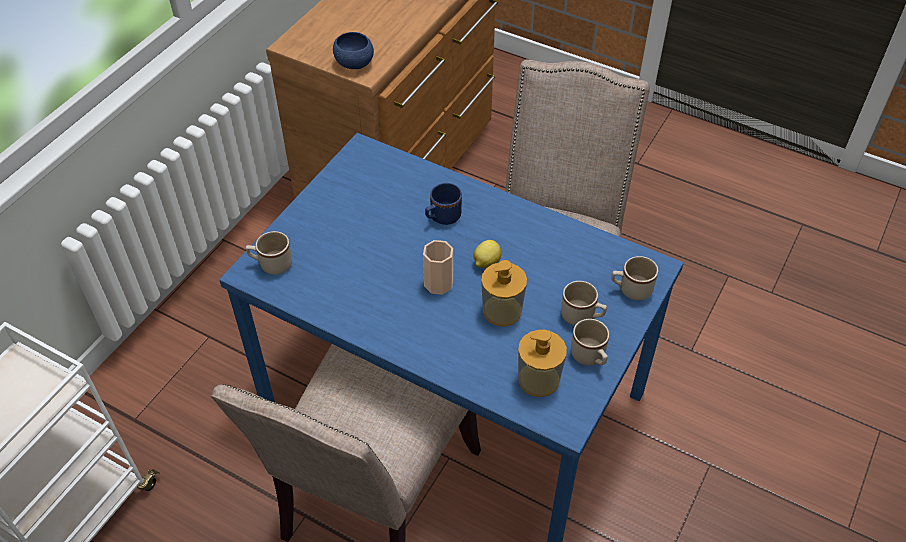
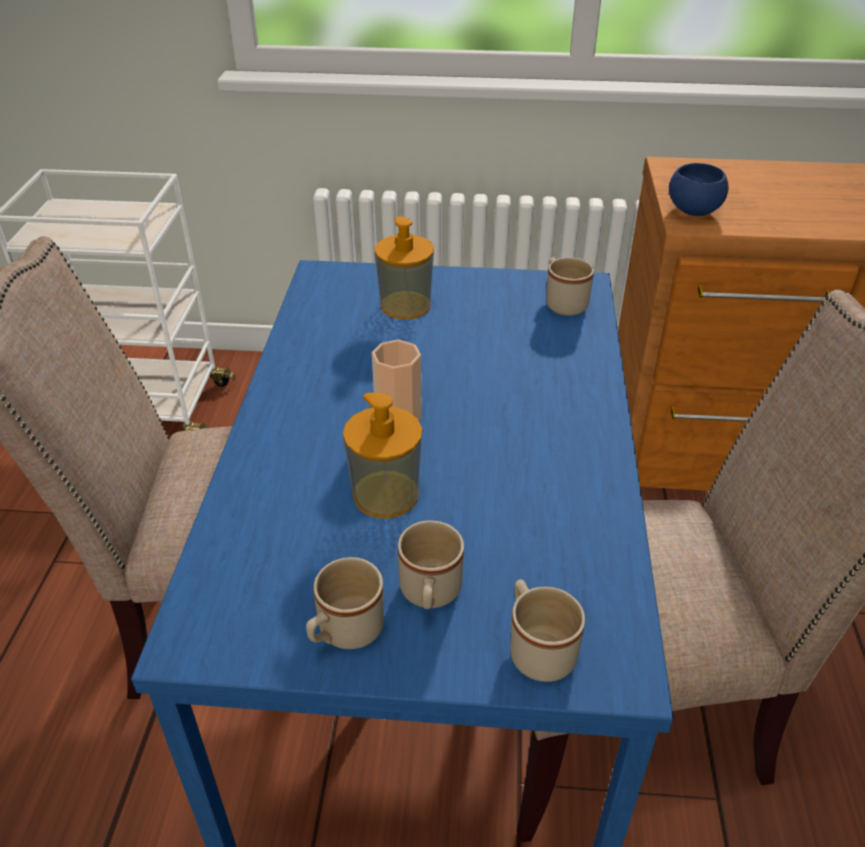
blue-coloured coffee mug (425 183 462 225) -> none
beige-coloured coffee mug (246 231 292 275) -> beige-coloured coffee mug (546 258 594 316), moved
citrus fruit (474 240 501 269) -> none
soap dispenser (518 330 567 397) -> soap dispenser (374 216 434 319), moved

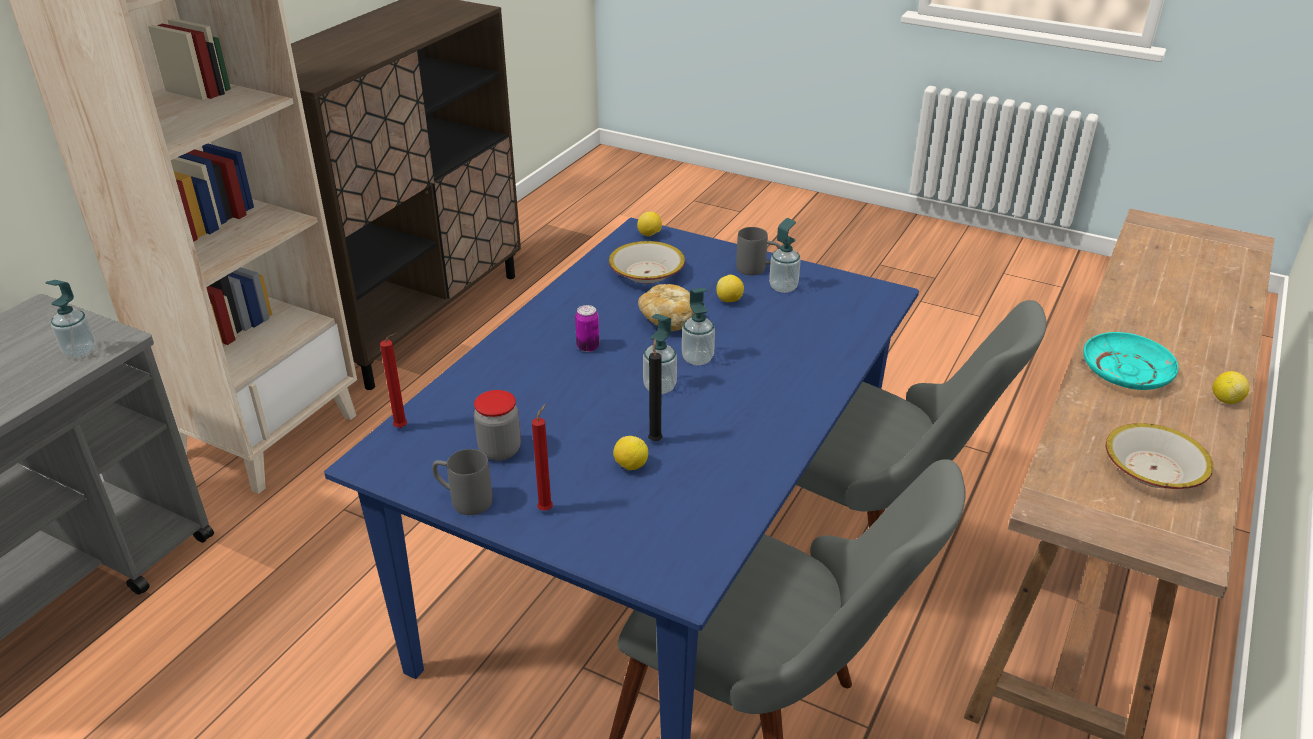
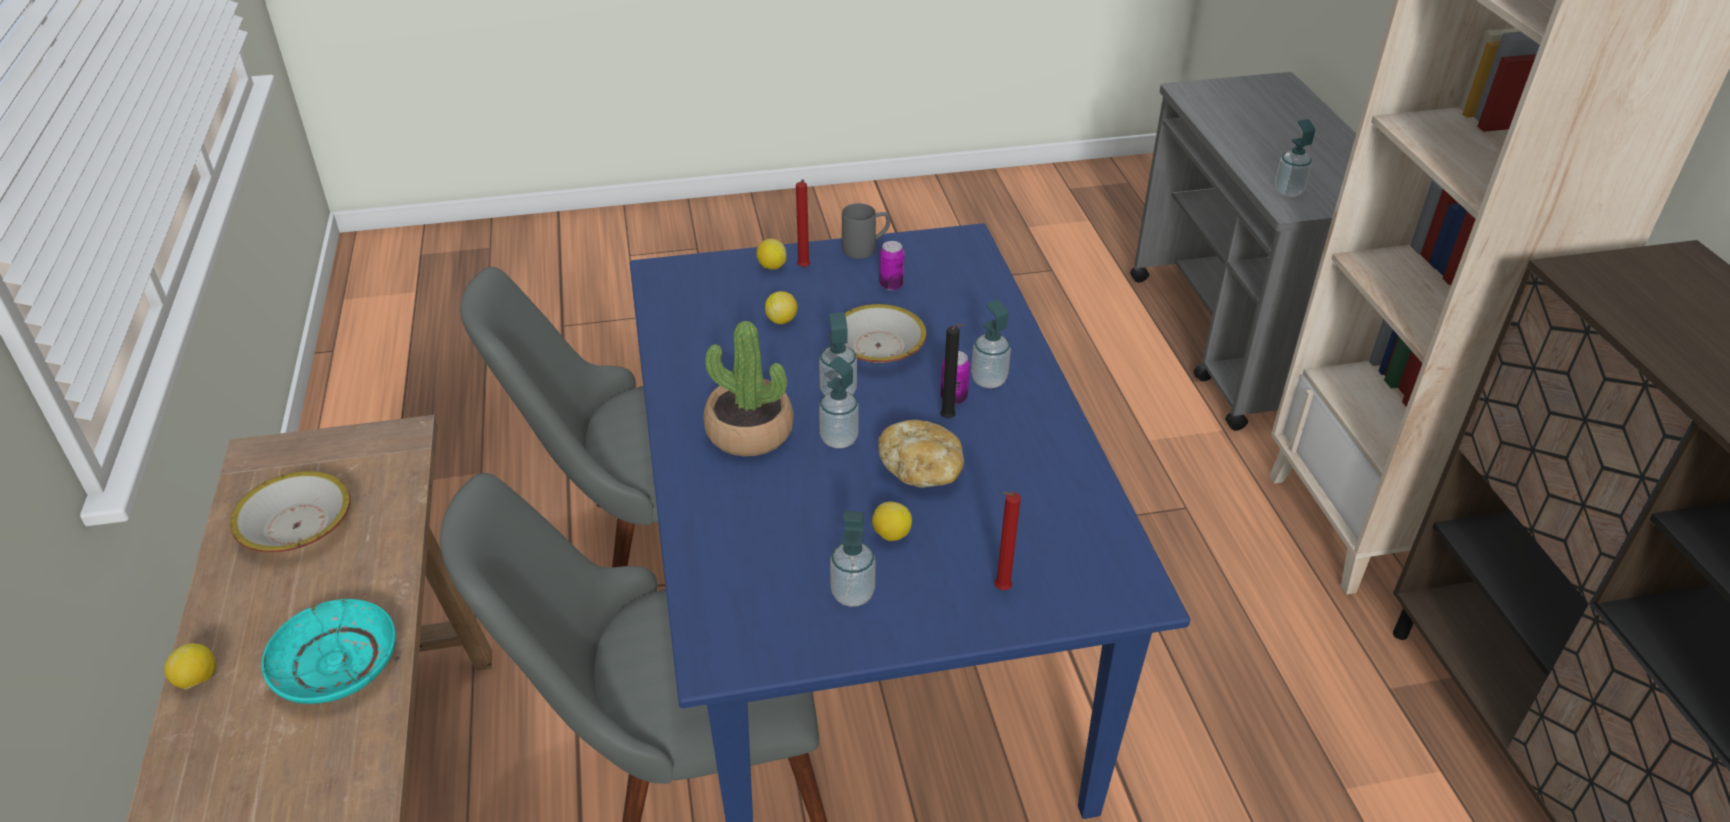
citrus fruit (637 212 662 236) -> citrus fruit (756 238 787 270), moved
greyish coffee mug (736 227 781 275) -> none
serving bowl (609 241 685 284) -> serving bowl (845 304 927 363), moved
reddish candle (380 333 407 428) -> reddish candle (995 492 1021 590), moved
black candle (648 339 663 441) -> black candle (940 324 964 418), moved
storage jar (474 390 521 461) -> can (879 241 905 290)
none -> soap dispenser (971 300 1011 388)
none -> plant in a pot (703 321 794 456)

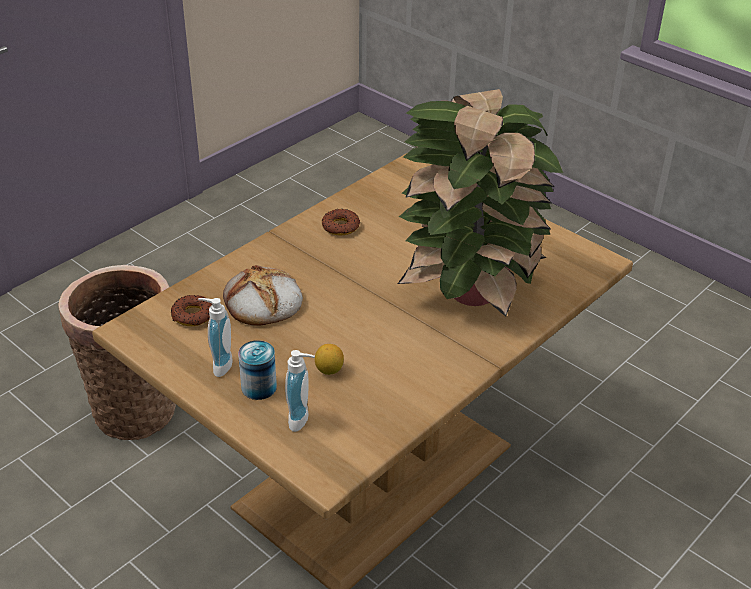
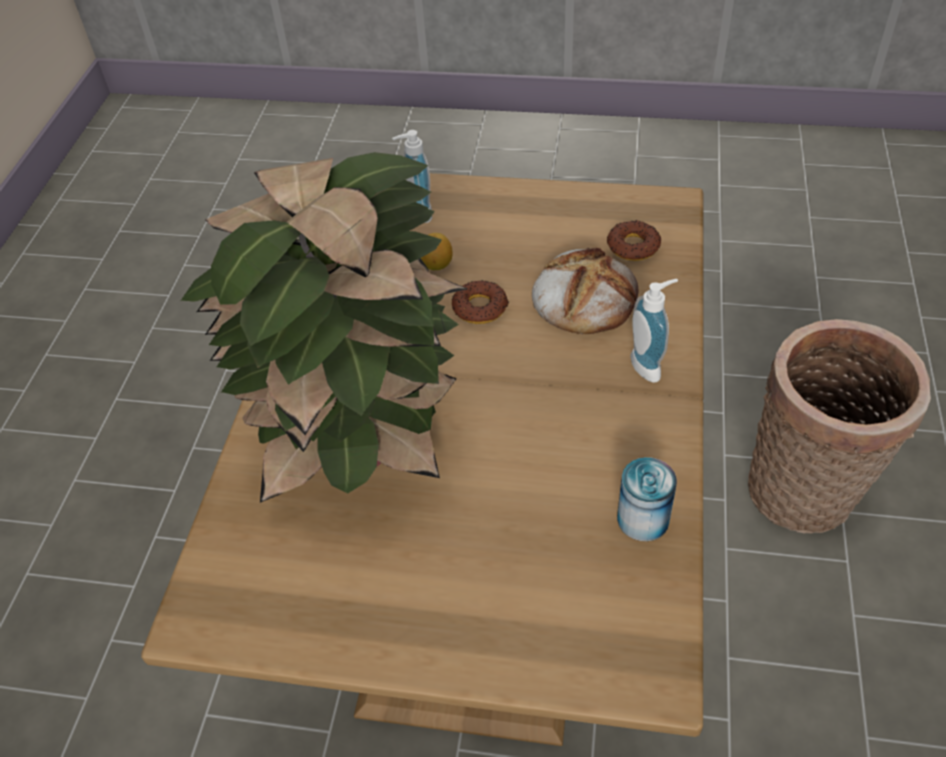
donut (322 209 360 235) -> donut (452 280 509 324), moved
soap dispenser (198 298 233 377) -> soap dispenser (630 279 678 383), moved
can (238 340 277 400) -> can (617 457 677 541), moved

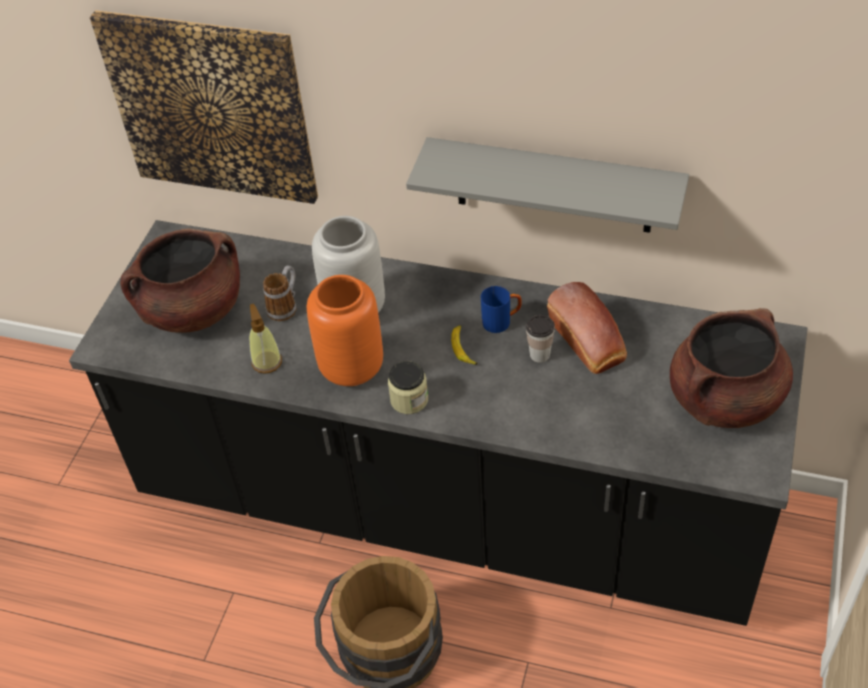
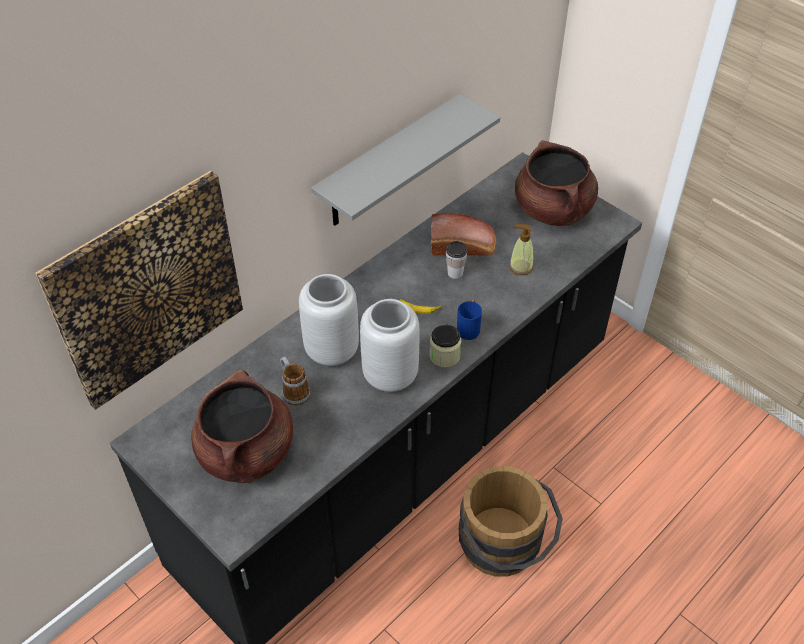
orange vase (307 275 383 386) -> greyish vase (360 299 419 392)
blue-coloured coffee mug (481 286 522 333) -> blue-coloured coffee mug (457 299 482 340), moved
soap dispenser (249 304 282 374) -> soap dispenser (509 224 533 275), moved

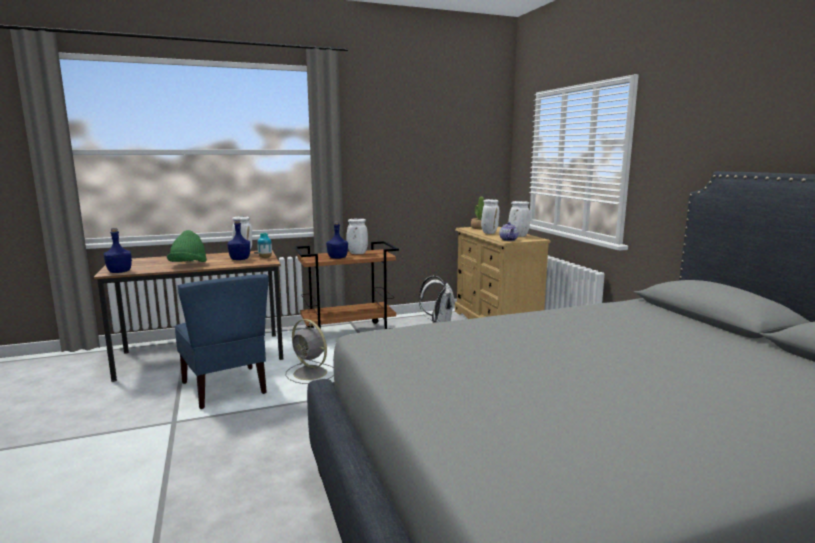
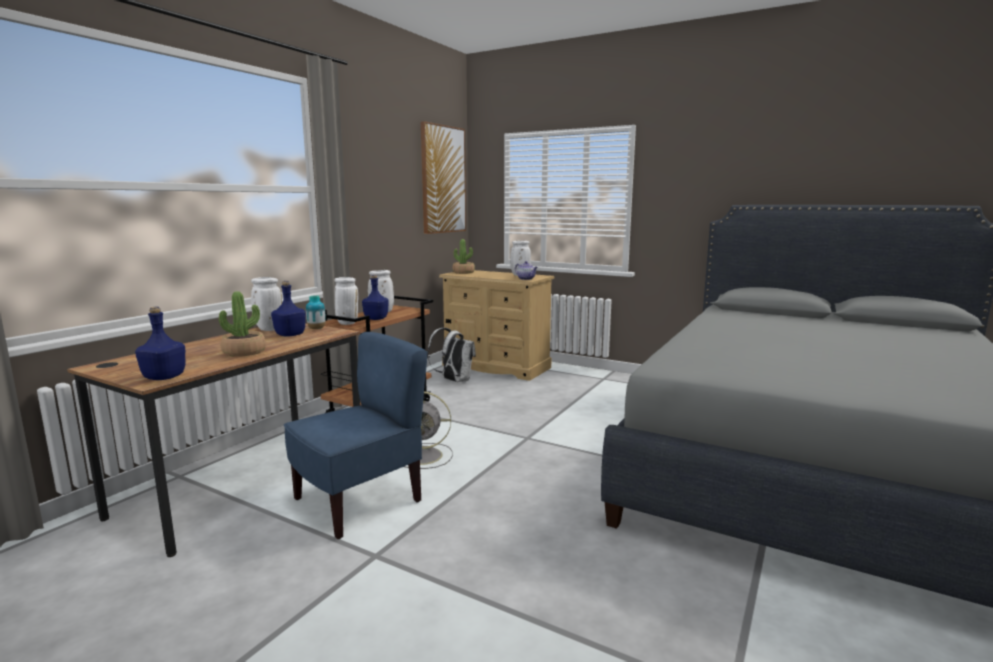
white-coloured vase (481 199 499 234) -> white-coloured vase (334 277 358 325), moved
green-coloured clothing hat (167 230 207 262) -> plant in a pot (219 291 266 357)
blue-coloured chair (174 274 268 409) -> blue-coloured chair (284 332 427 539), 60 degrees counterclockwise
none -> wall picture (421 121 466 234)

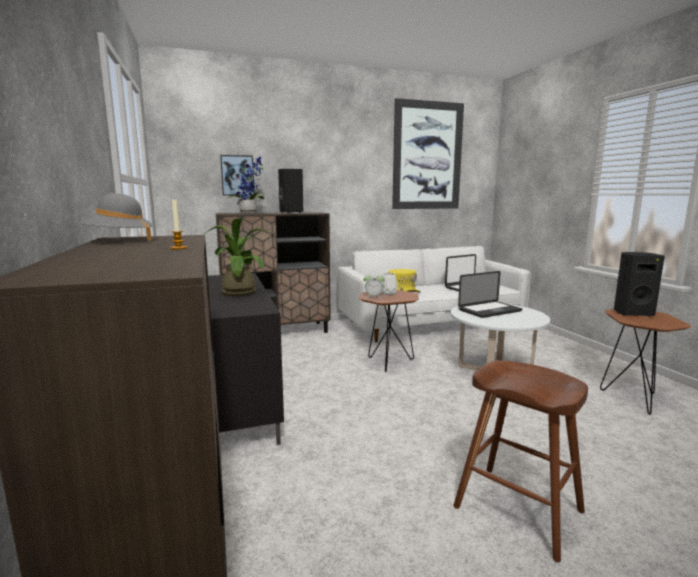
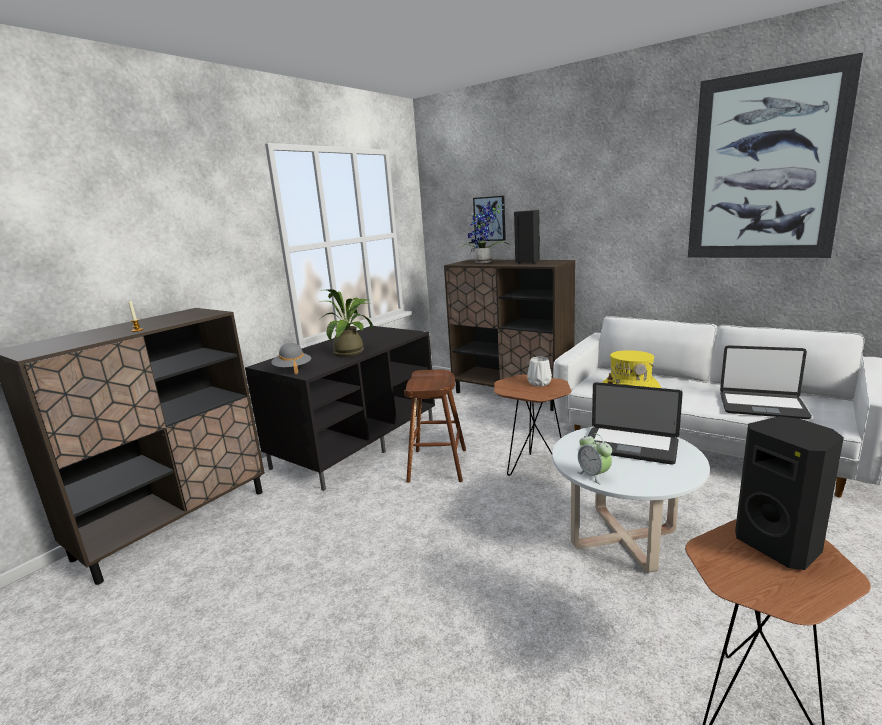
greyish clothing hat (78 193 154 241) -> greyish clothing hat (271 343 311 374), moved
alarm clock (363 275 385 299) -> alarm clock (577 433 612 484), moved
brown sitting stool (453 361 588 562) -> brown sitting stool (404 370 466 483), moved

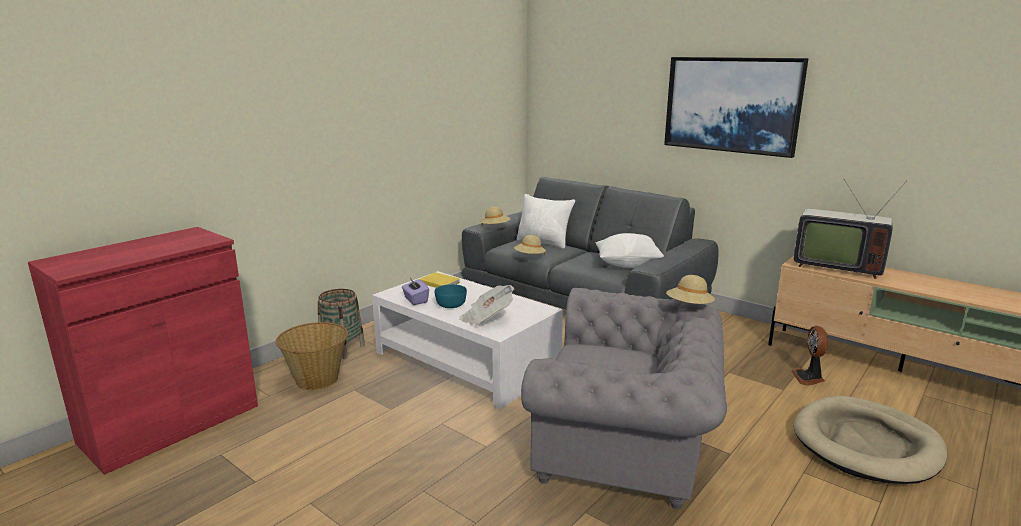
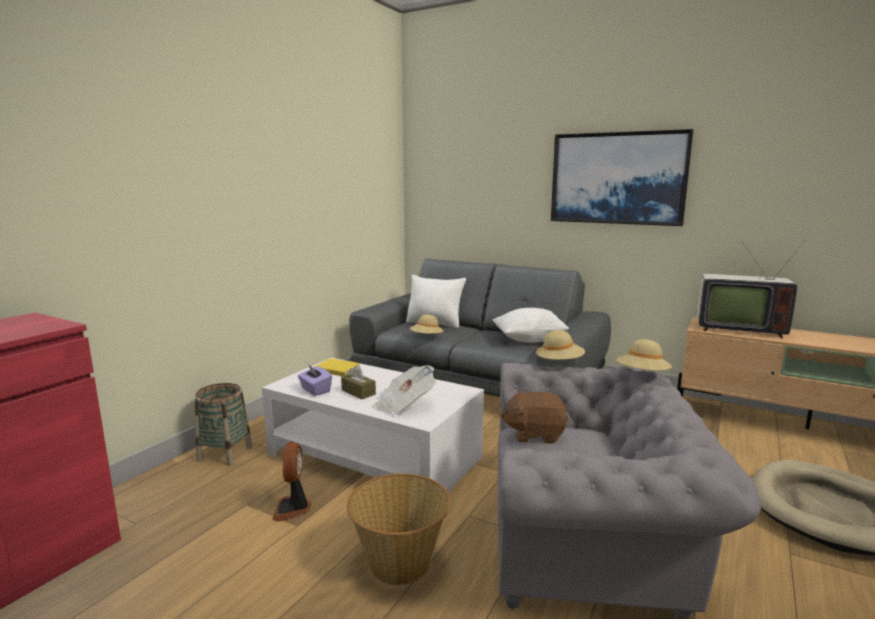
beige-coloured clothing hat (481 207 511 226) -> beige-coloured clothing hat (535 330 585 360), moved
turquoise-coloured serving bowl (434 284 467 308) -> brown tissue holder (341 366 376 399)
basket (276 322 348 390) -> basket (347 473 451 585), moved
electric fan (791 326 828 385) -> electric fan (272 442 311 522), moved
none -> brown cuddly toy (500 390 568 444)

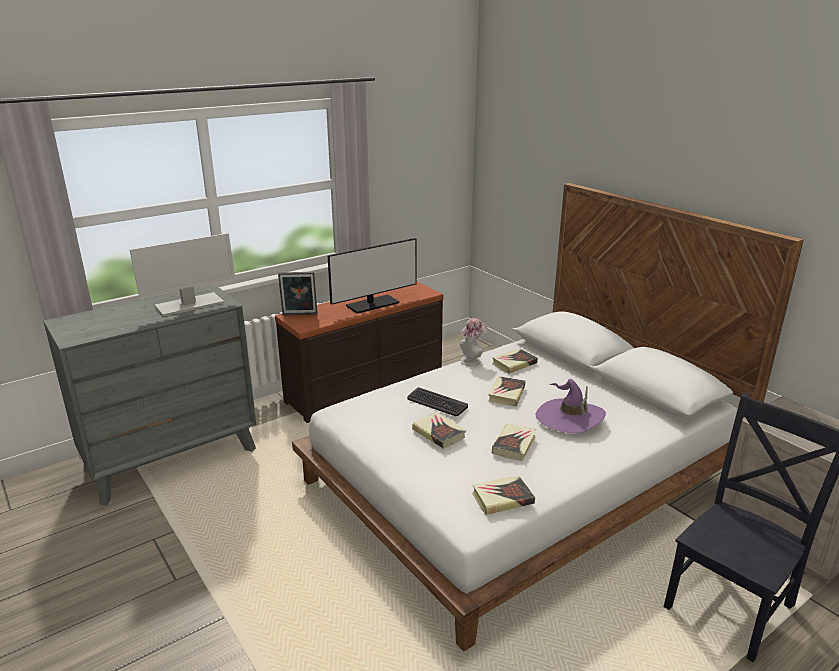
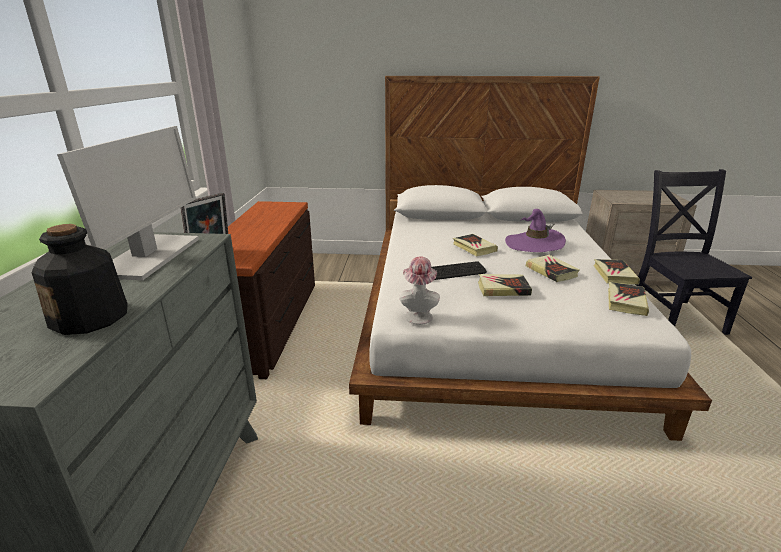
computer screen (327 238 417 314) -> none
clothing hat (460 318 487 366) -> clothing hat (399 256 440 325), moved
book (492 348 538 374) -> book (594 259 640 285), moved
none -> bottle (31 224 128 335)

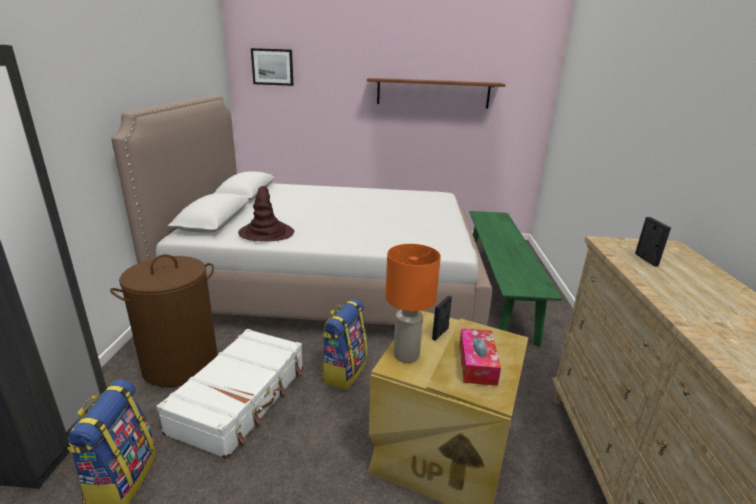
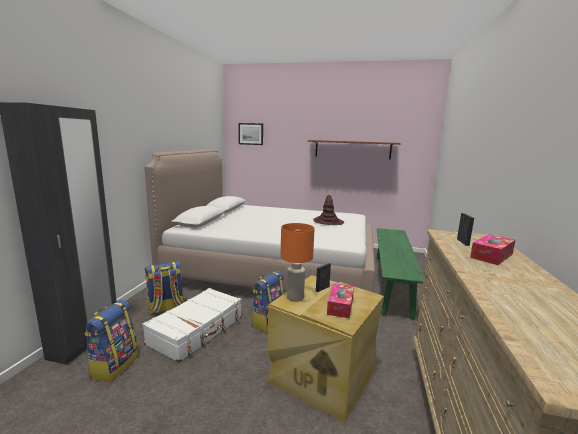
brown clothing hat (238 186 294 242) -> brown clothing hat (313 195 344 225), moved
brown hamper (110 254 218 387) -> rucksack (145 261 183 314)
none -> tissue holder (470 234 515 265)

